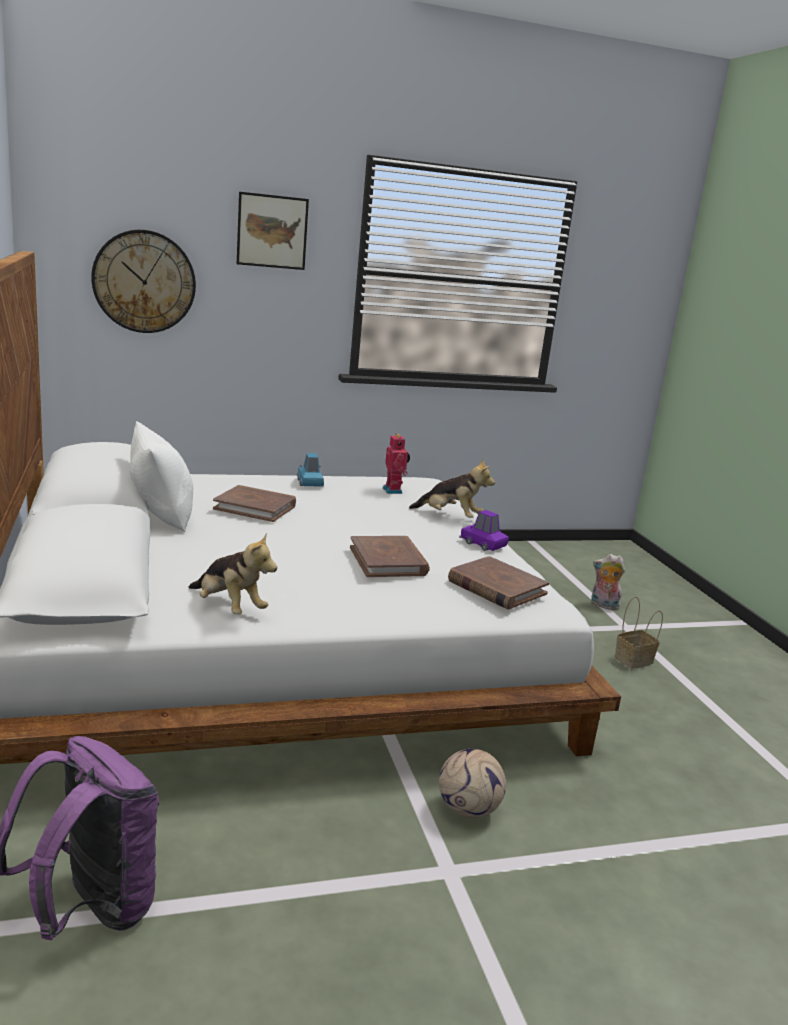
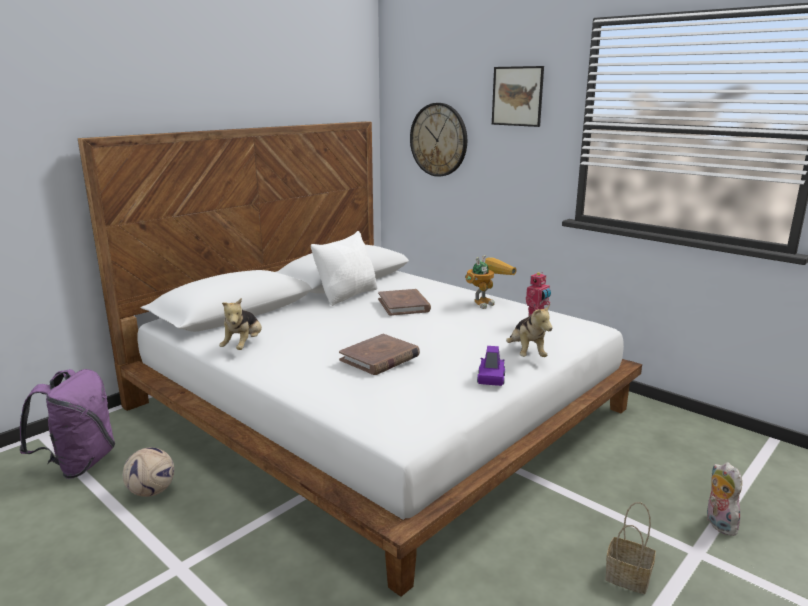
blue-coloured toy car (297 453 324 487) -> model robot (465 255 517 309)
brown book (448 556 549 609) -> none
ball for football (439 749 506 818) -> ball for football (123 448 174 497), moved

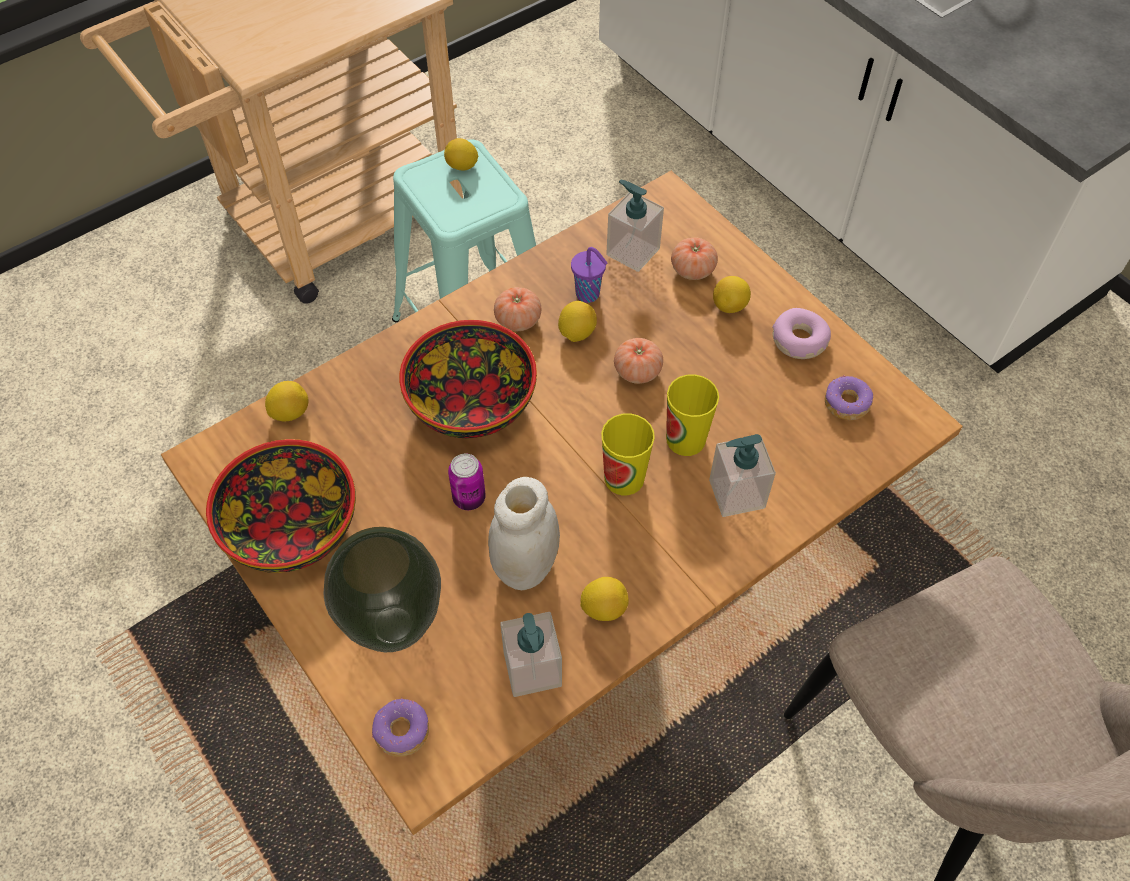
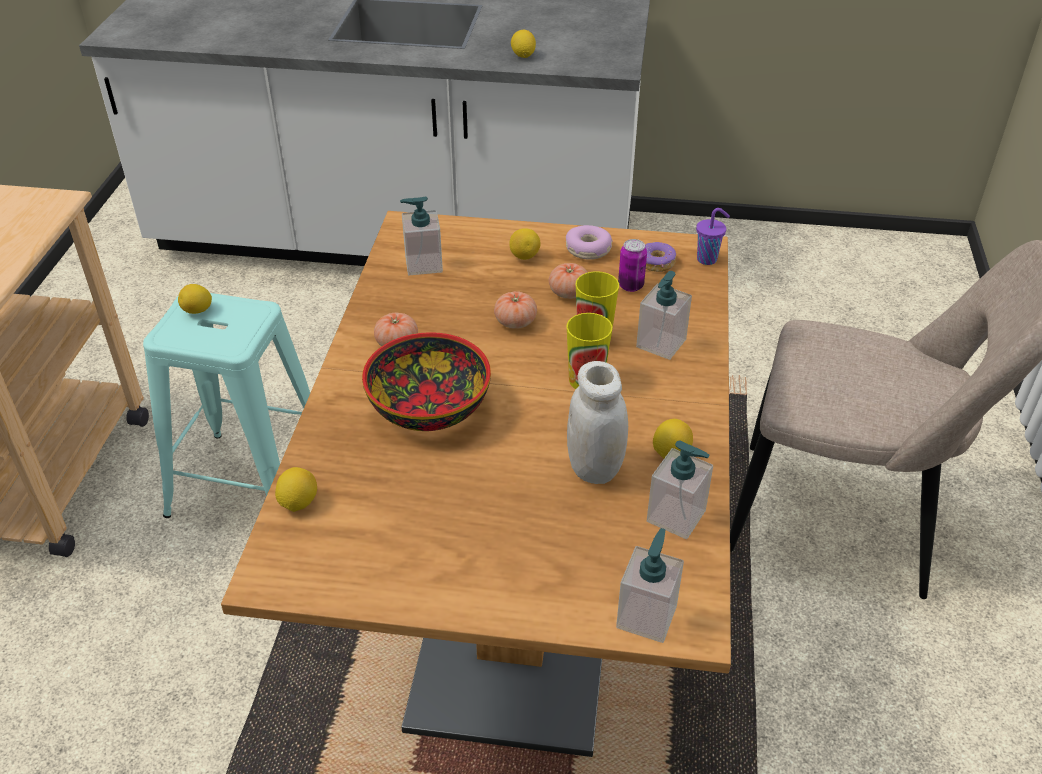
tomato (671 237 718 280) -> tomato (549 263 588 299), moved
purple cup (571 247 607 303) -> purple cup (696 208 730 265), moved
citrus fruit (558 301 597 342) -> citrus fruit (511 30 536 58), moved
serving bowl (206 439 356 573) -> none
can (448 453 486 510) -> can (618 239 647 292), moved
vase (323 527 441 652) -> none
donut (372 698 429 756) -> soap dispenser (616 528 684 643)

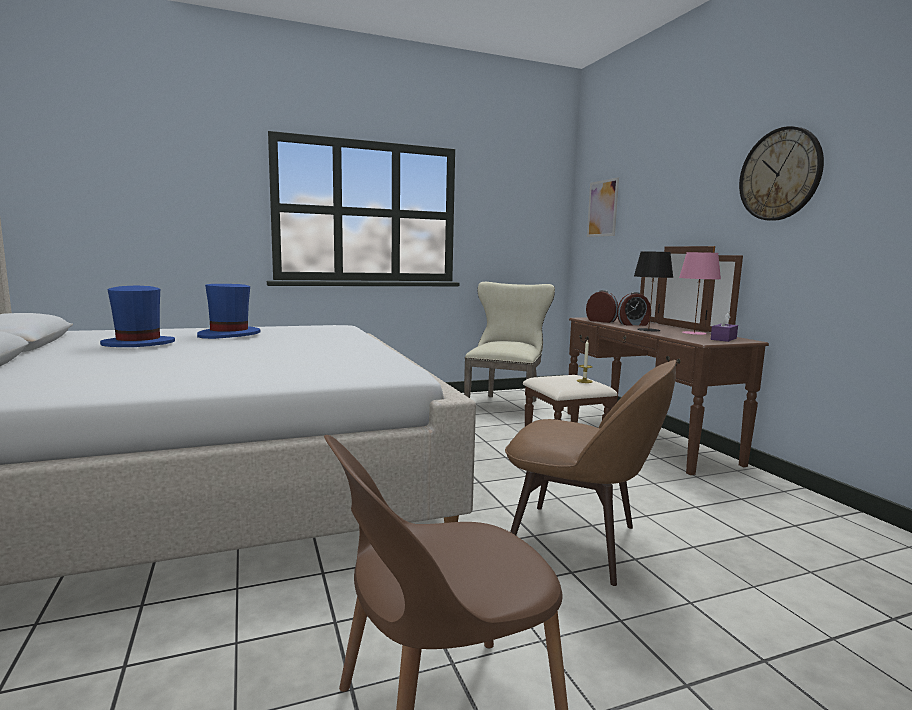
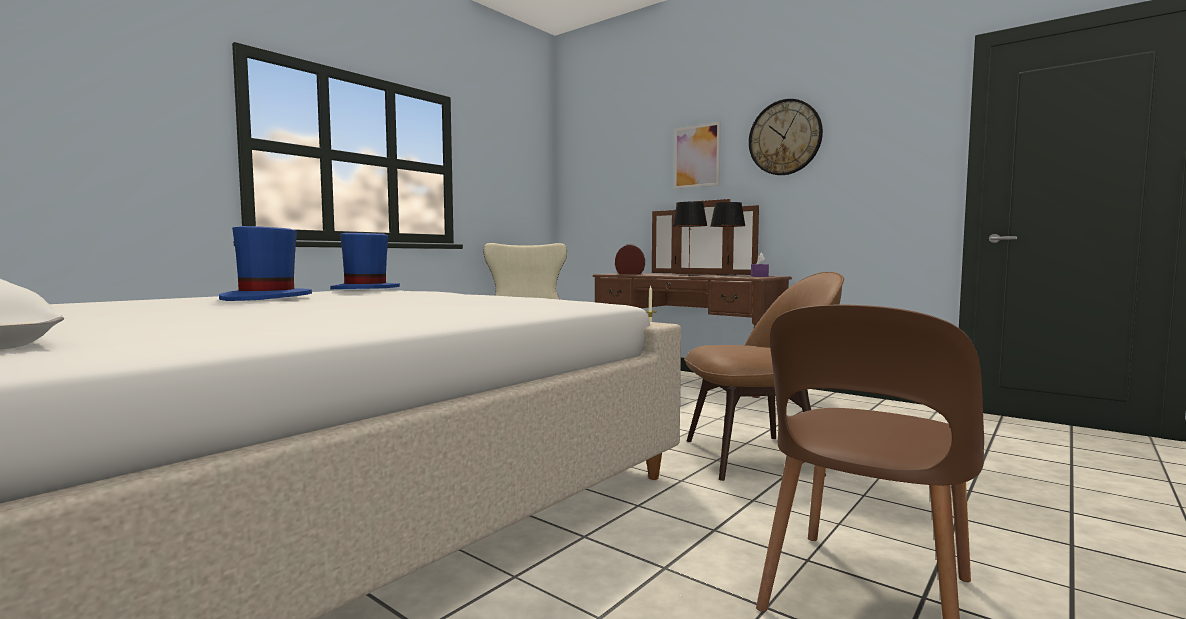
wall picture (587 177 619 237) -> wall picture (674 122 721 189), moved
pink-coloured lamp for a table (679 252 721 335) -> black lamp for a table (711 202 746 276)
blue-coloured clothing hat (100 285 175 347) -> blue-coloured clothing hat (330 233 400 290), moved
alarm clock (617 292 651 326) -> none

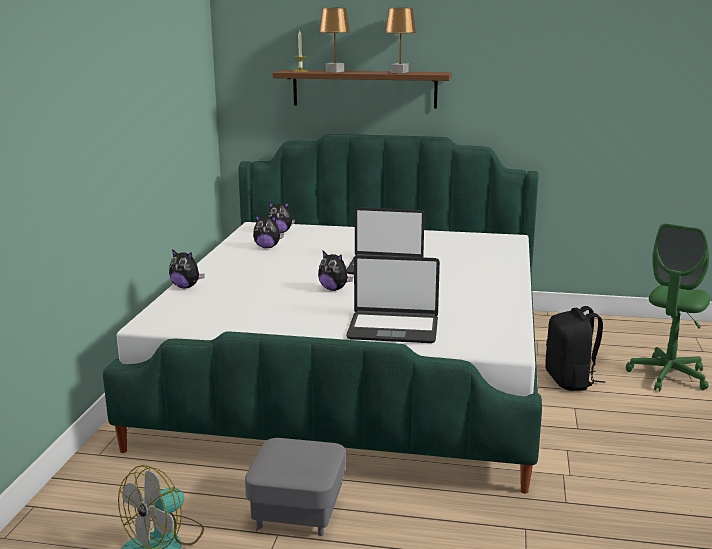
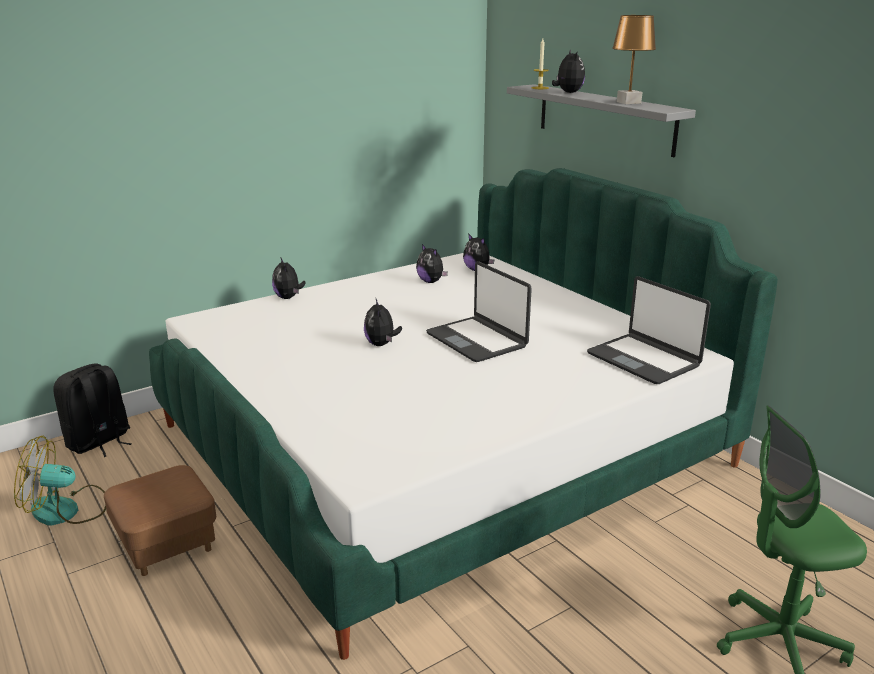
brown lamp for a table (319 8 350 73) -> cuddly toy (552 49 585 93)
brown wall shelf (273 70 451 108) -> greyish wall shelf (507 84 696 157)
portable computer (346 255 440 343) -> portable computer (587 276 711 384), moved
black rucksack (545 306 605 391) -> black rucksack (53 363 132 457), moved
greyish footrest (245 438 346 536) -> brown footrest (104 465 216 576)

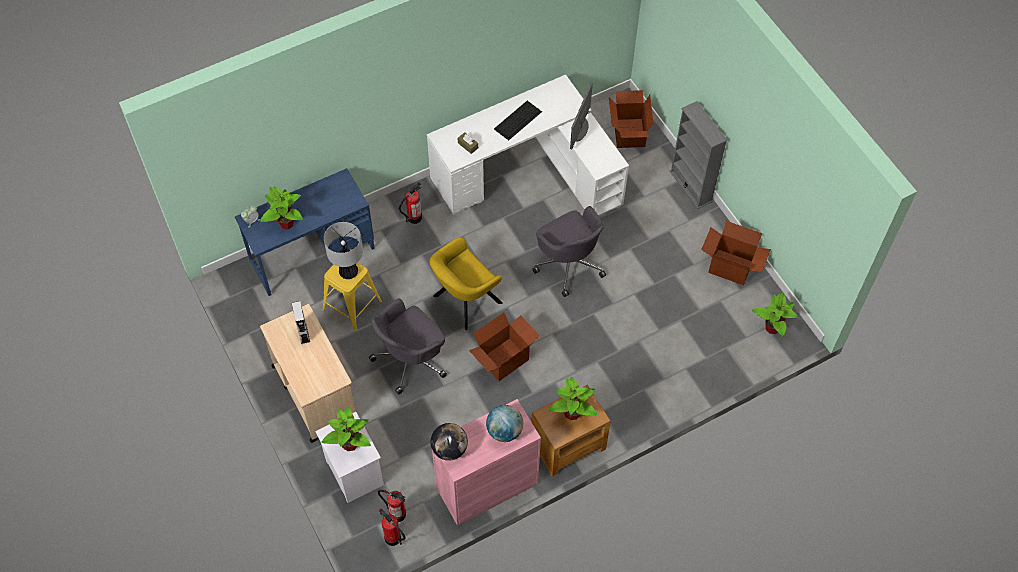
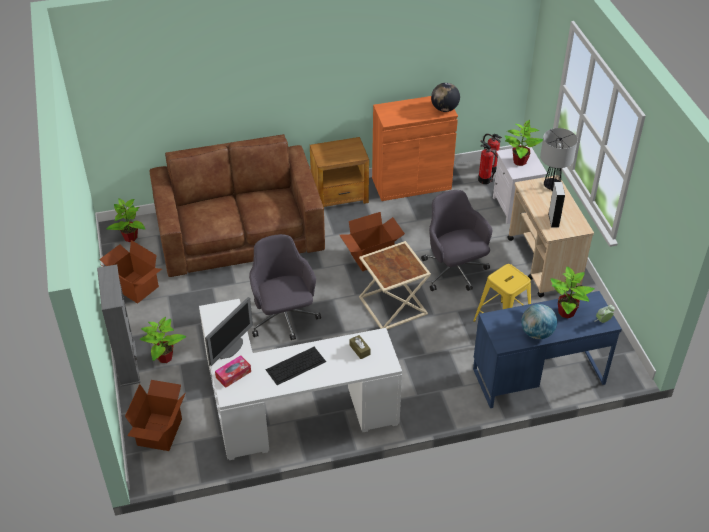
fire extinguisher (399 182 422 224) -> none
lamp for a table (324 222 363 279) -> lamp for a table (540 128 578 191), moved
yellow easy chair (429 237 503 330) -> beige-coloured end table (359 241 431 329)
greyish computer chair (369 298 447 395) -> greyish computer chair (421 190 492 291), 90 degrees counterclockwise
plant in a pot (549 377 597 420) -> plant in a pot (139 317 187 363), moved
pink-coloured cabinet (432 399 541 526) -> orange cabinet (372 96 458 201)
desk globe (486 405 523 442) -> desk globe (521 304 557 339), moved
none -> brown couch (150 134 325 277)
none -> tissue holder (215 355 251 388)

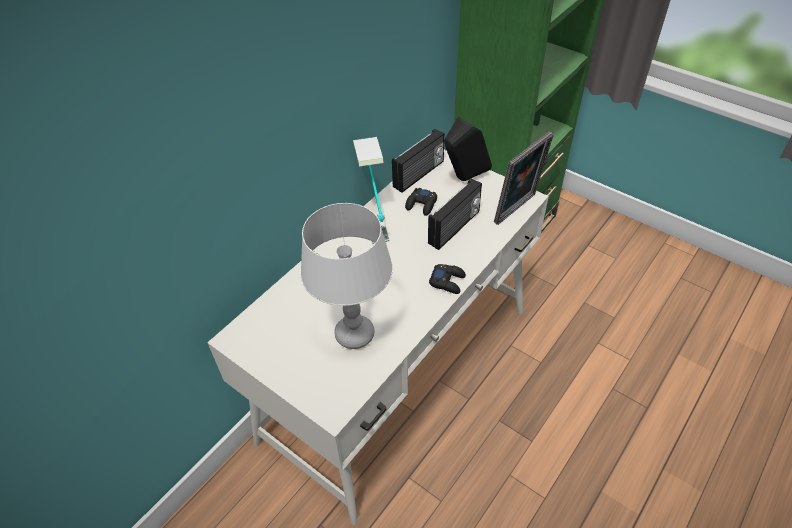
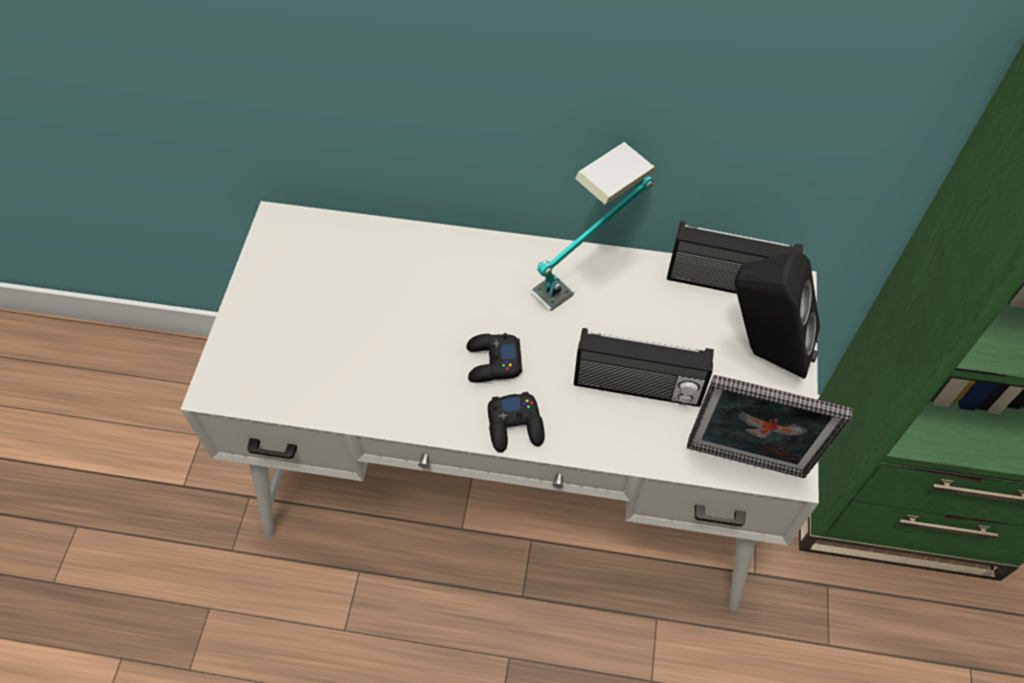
black game controller (405 188 437 216) -> black game controller (466 333 522 383), moved
greyish lamp for a table (300 203 393 349) -> none

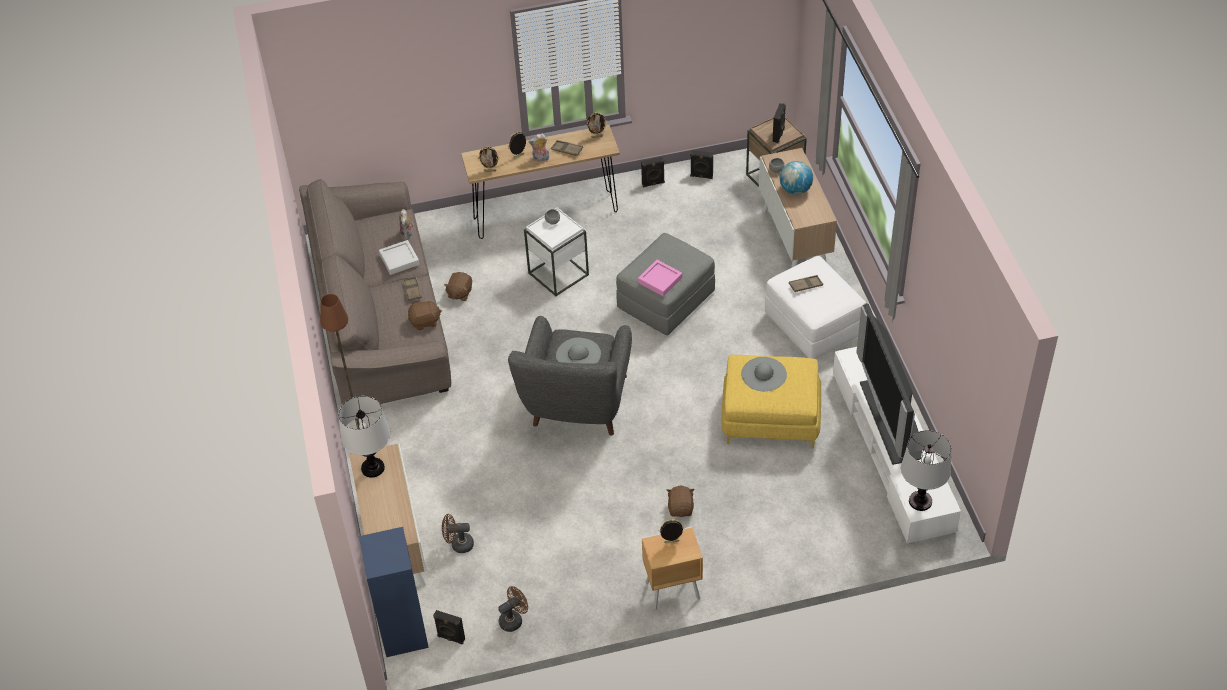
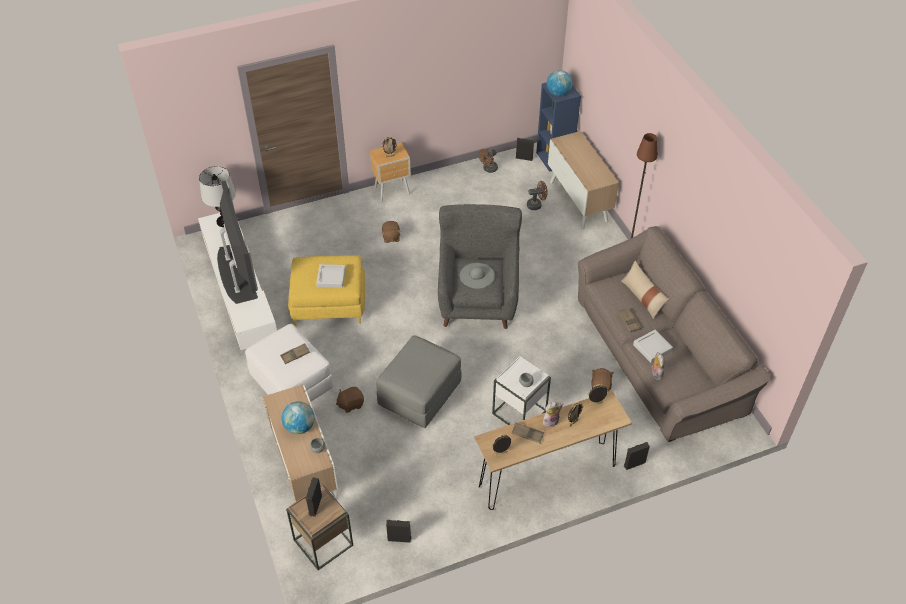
black loudspeaker (641 157 665 187) -> black loudspeaker (624 442 650 470), moved
pink-coloured carrying tray (638 260 682 297) -> none
brown cuddly toy (408 298 442 330) -> brown cuddly toy (336 387 364 413), moved
greyish clothing hat (741 357 787 391) -> greyish carrying tray (316 264 346 288)
lamp for a table (339 396 390 478) -> none
none -> desk globe (547 70 572 96)
none -> beige-coloured cushion (622 261 669 319)

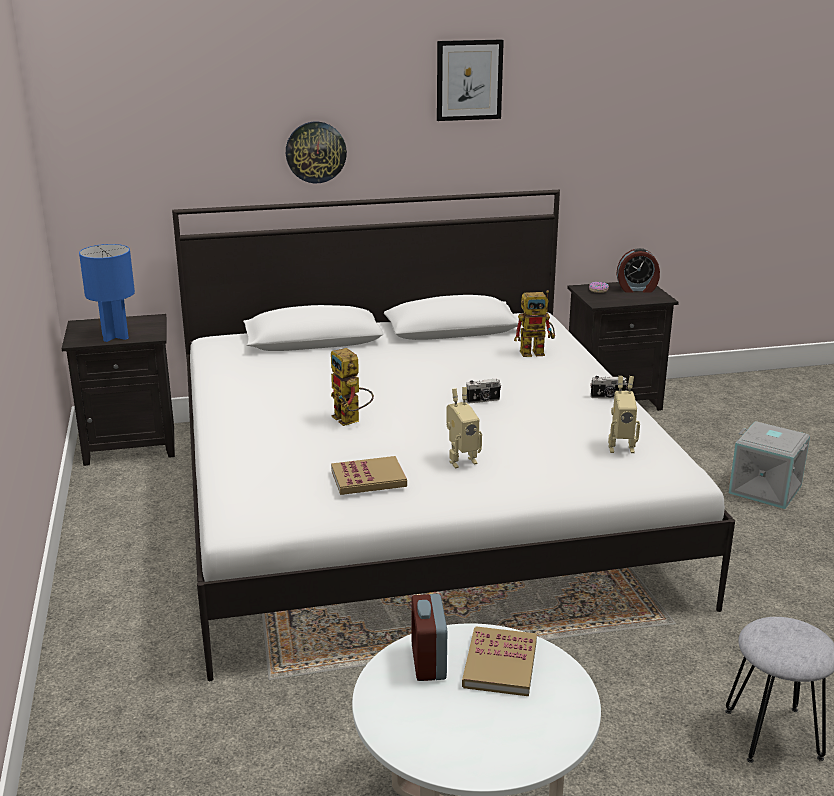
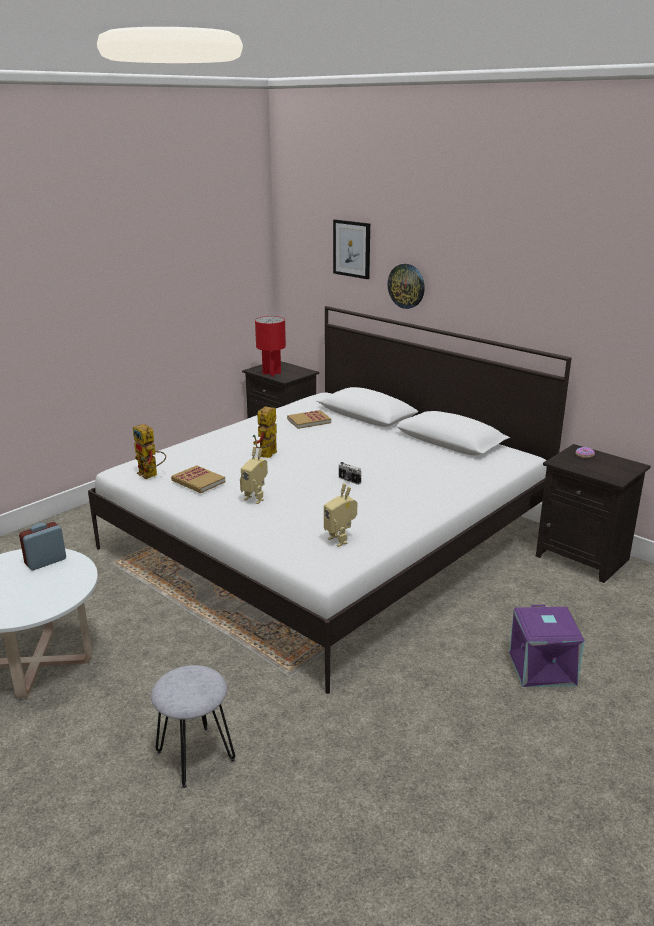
wall picture (437 39 504 121) -> wall picture (333 219 370 279), moved
blue-coloured lamp for a table (79 244 135 342) -> reddish lamp for a table (255 316 286 377)
alarm clock (617 248 660 293) -> none
model robot (514 290 555 357) -> model robot (133 424 166 479), moved
photo camera (590 376 628 399) -> none
greyish storage bin (729 421 810 509) -> purple storage bin (509 605 585 687)
book (462 626 537 696) -> book (287 410 331 429), moved

